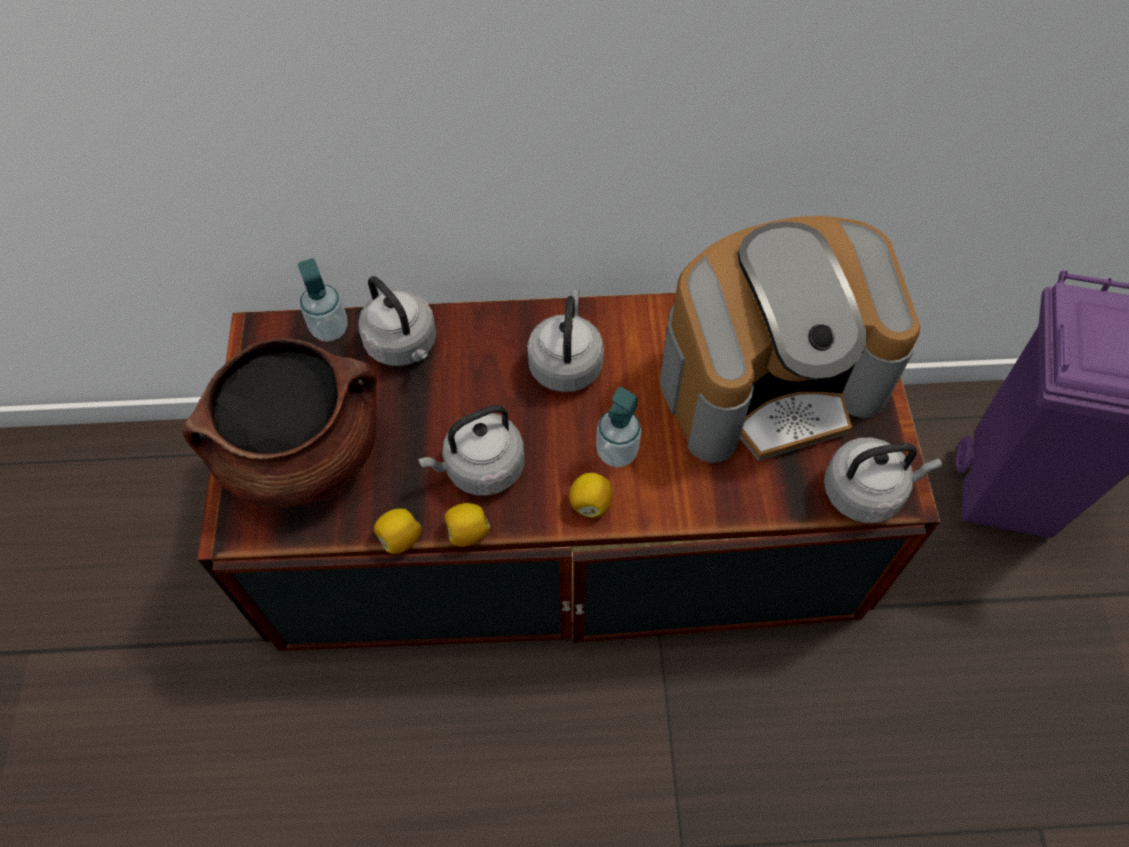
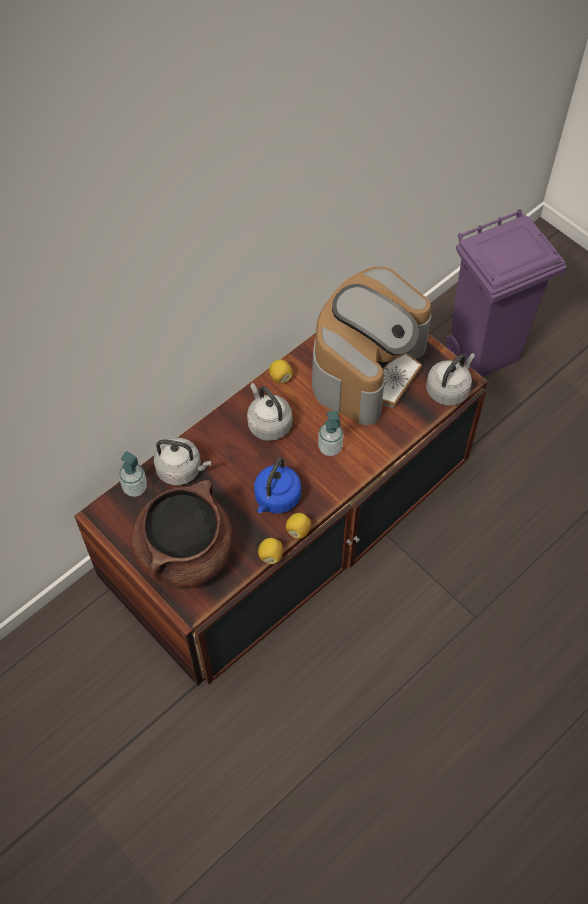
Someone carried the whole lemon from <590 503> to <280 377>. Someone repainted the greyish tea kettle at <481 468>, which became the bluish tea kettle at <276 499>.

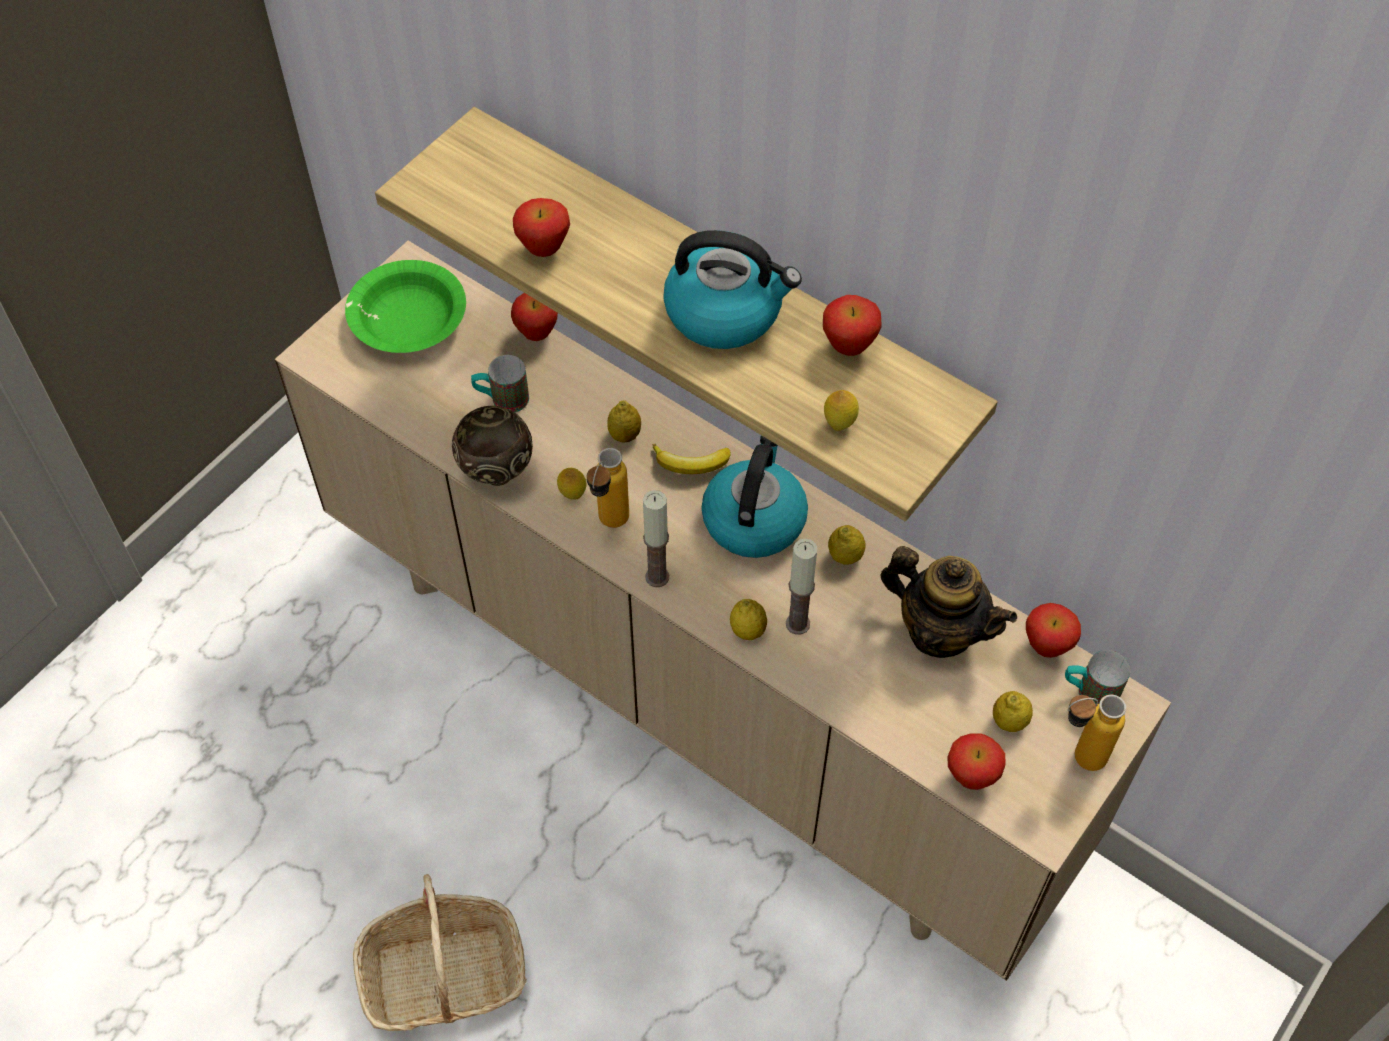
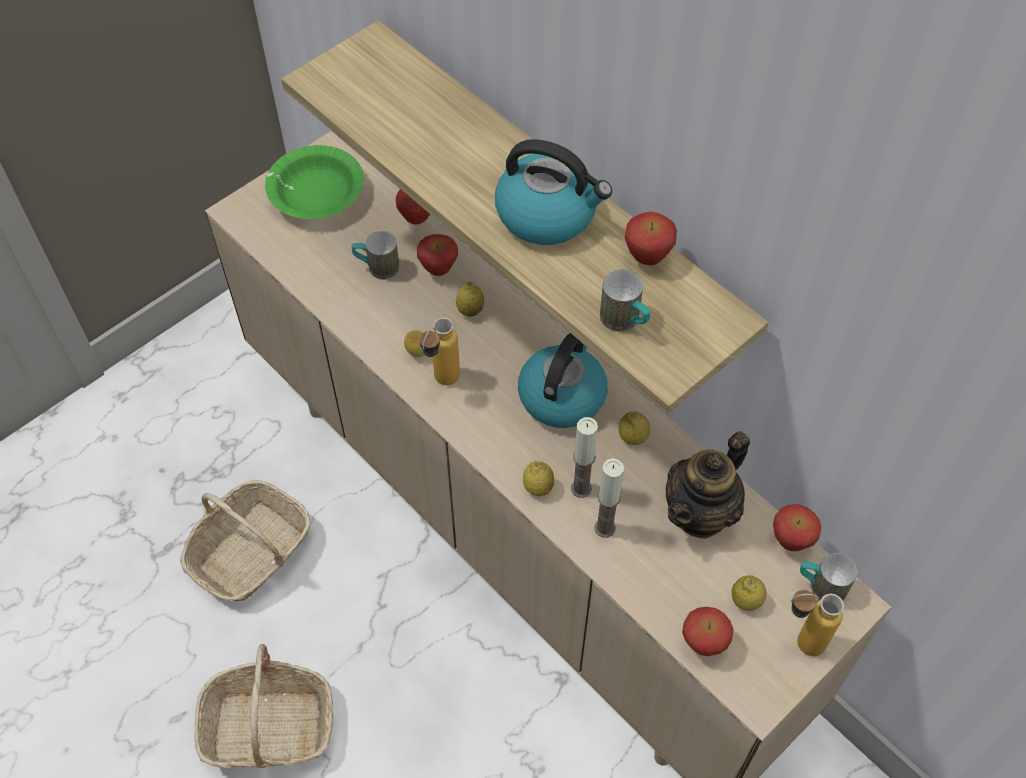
Someone took away the brown-coloured serving bowl at <495 472>. Someone took away the whole banana at <691 464>. Someone put down the household basket at <251 552>. Someone carried the apple fruit from <544 249> to <438 270>. Someone carried the candle from <657 577> to <604 528>. Someone swapped the whole lemon at <839 424> for the mug at <625 322>. Someone rotated the tea pot at <940 630> by 90 degrees clockwise.

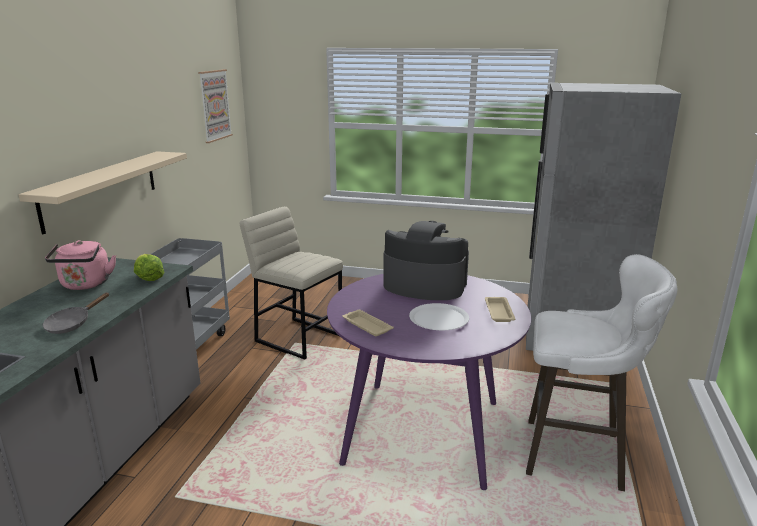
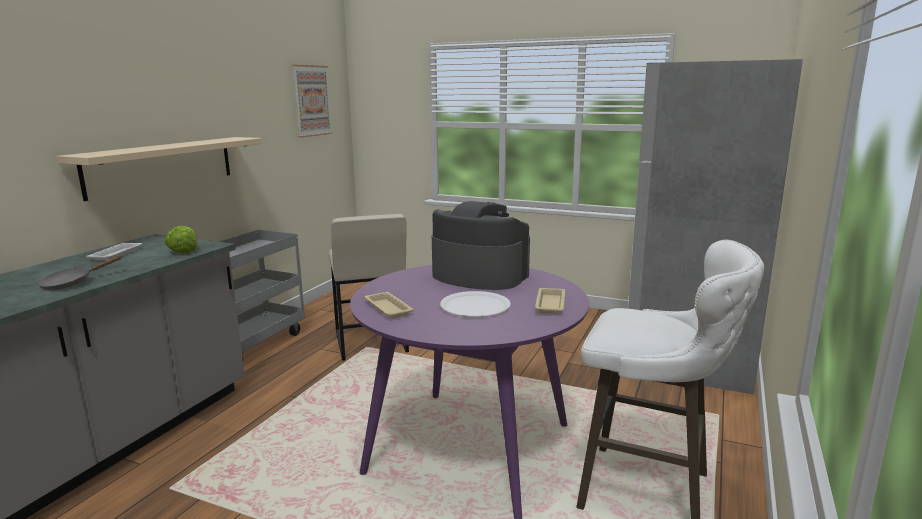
Someone swapped the pinkish tea kettle at <85 285> for the white-coloured serving tray at <117 254>. Someone rotated the beige-coloured upright chair at <297 337> by 150 degrees counterclockwise.

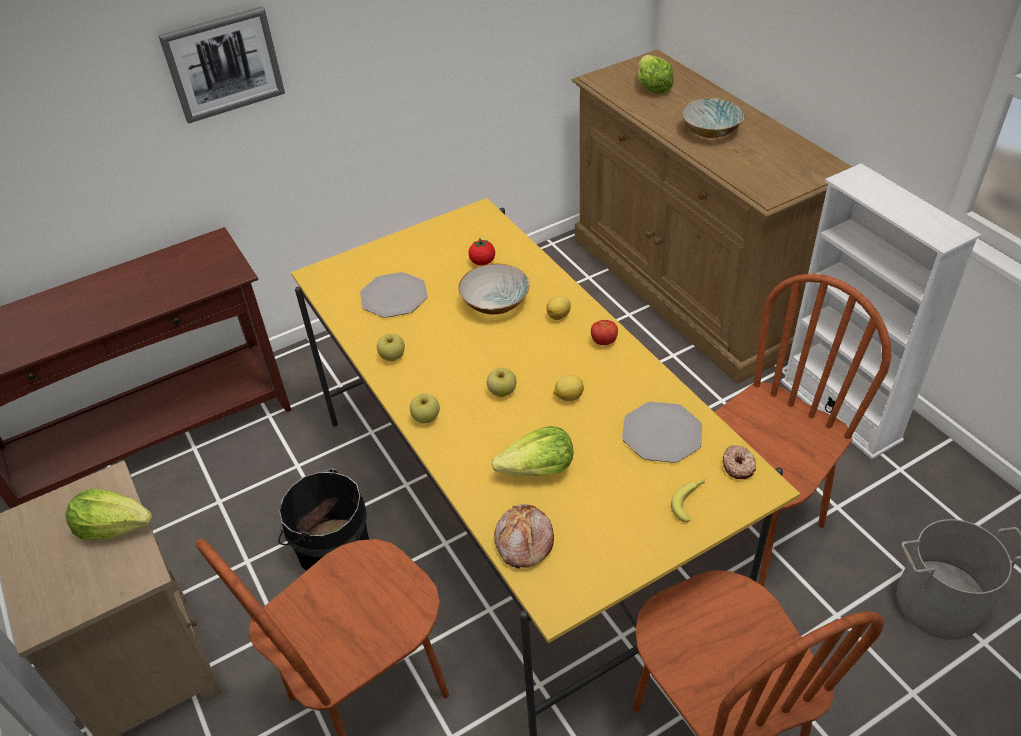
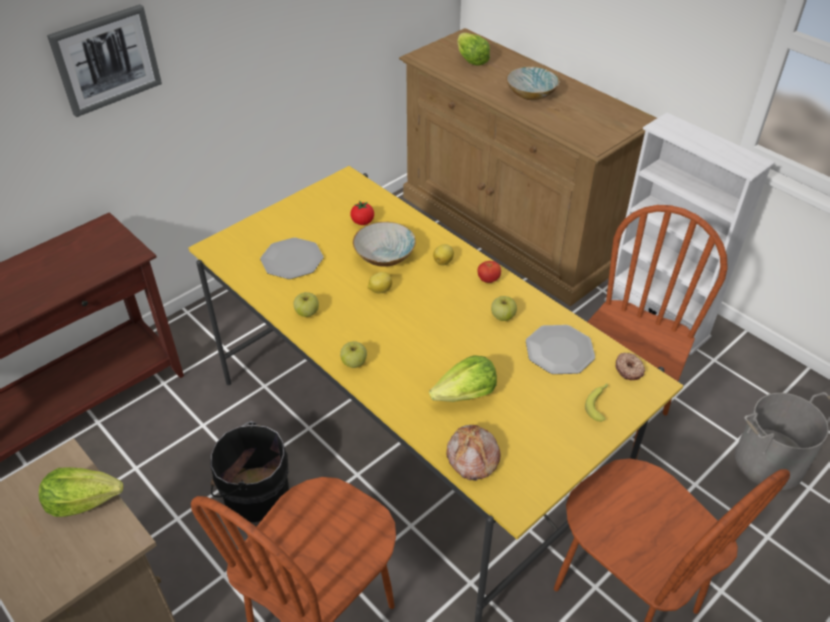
Someone carried the apple fruit from <502 391> to <502 316>. Someone carried the whole lemon from <568 396> to <380 290>.

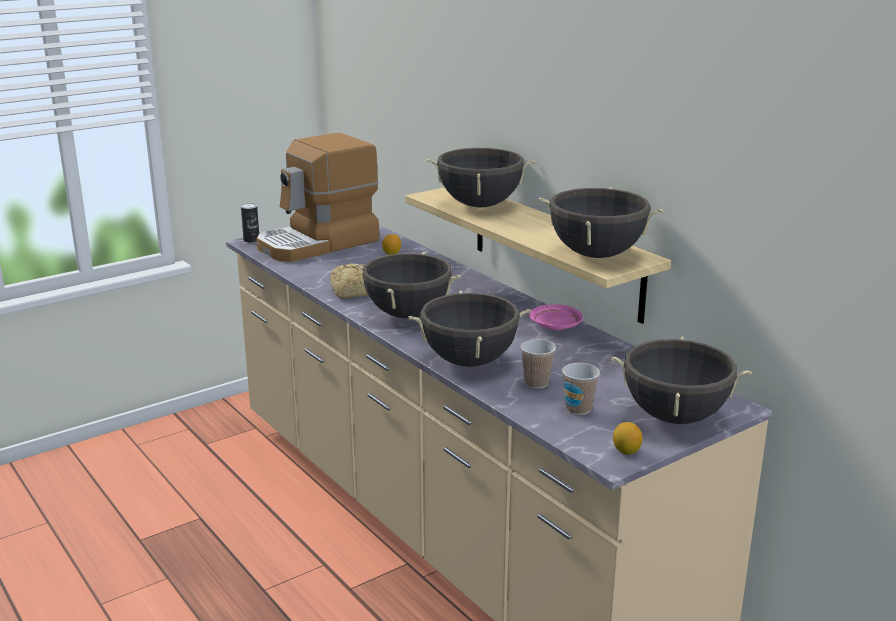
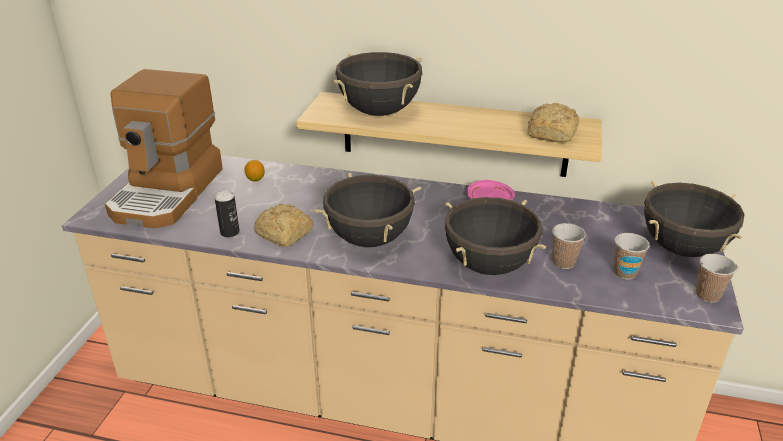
Someone carried the sealed can from <251 240> to <230 232>. Someone swapped the blackish saucepot at <597 255> for the bakery bread at <553 133>. Someone swapped the whole lemon at <626 451> for the small cup at <707 295>.

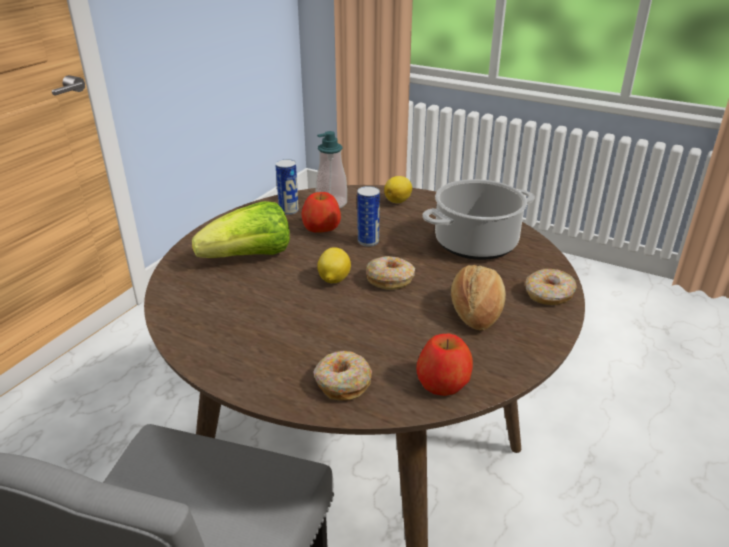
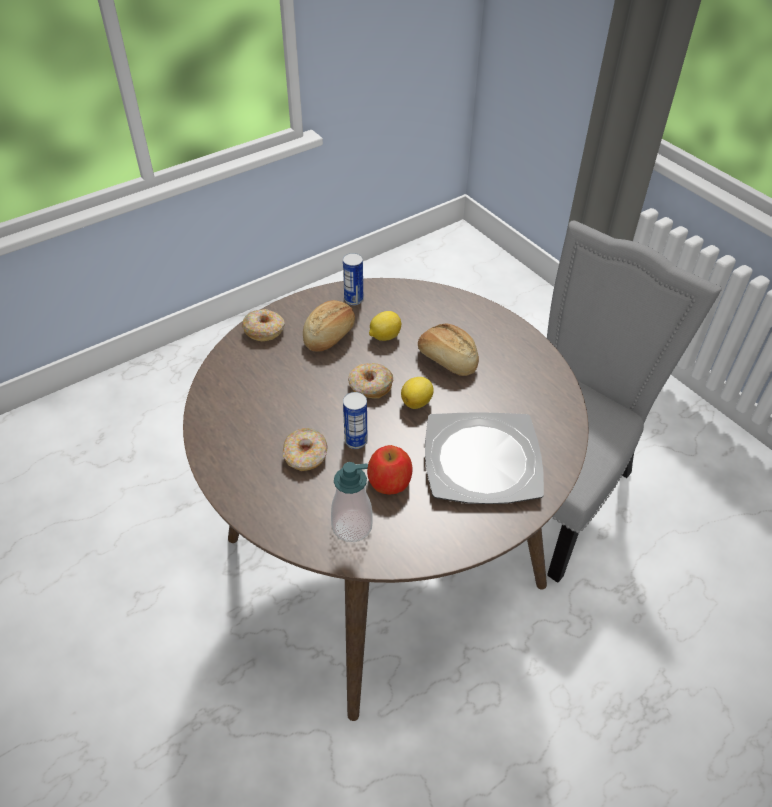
Someone took away the apple fruit at <443 383>. Someone took away the saucepot at <475 244>. Someone put down the bakery bread at <447 360>. Someone carried the sealed can from <288 210> to <353 299>. Someone carried the ring doughnut from <342 383> to <306 455>. Someone carried the whole lemon from <398 201> to <384 336>. Someone swapped the lettuce head at <250 257> for the flat dish at <481 459>.

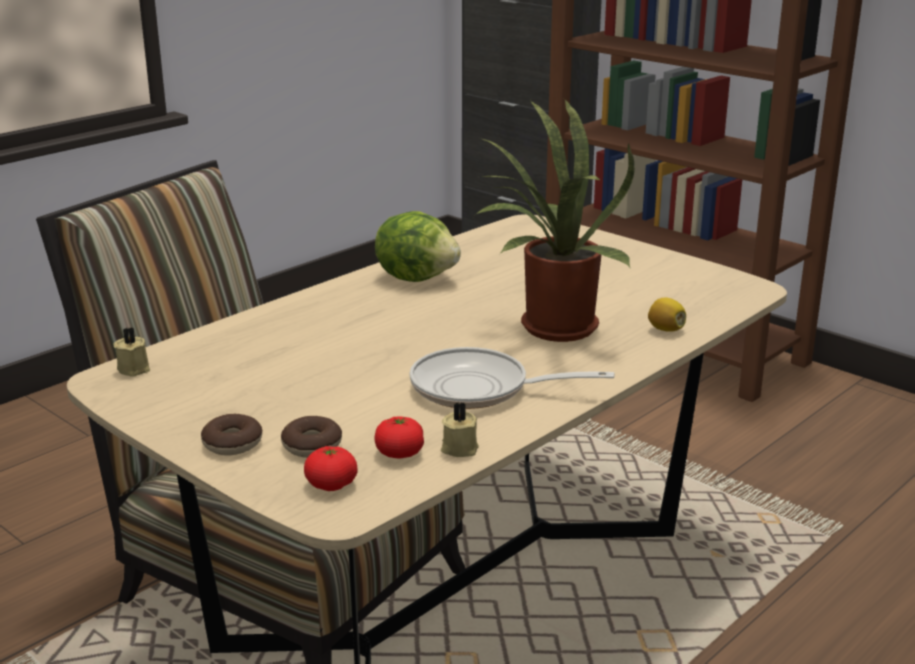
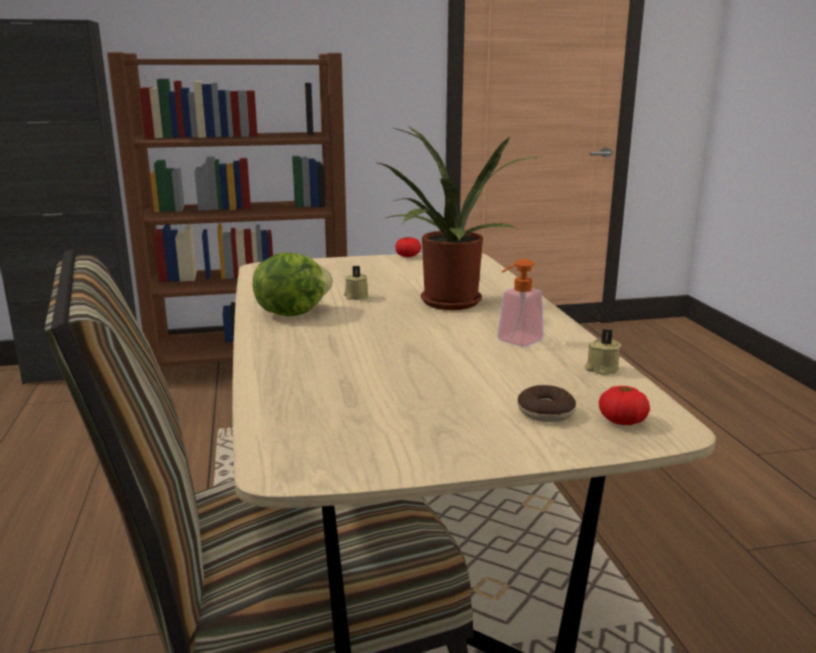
Someone took away the ring doughnut at <232 443>. Someone took away the whole lemon at <666 329>. Someone carried the beige-coloured candle from <134 368> to <356 297>. Someone carried the whole tomato from <399 453> to <408 256>. Someone swapped the pan at <480 389> for the soap bottle at <515 342>.

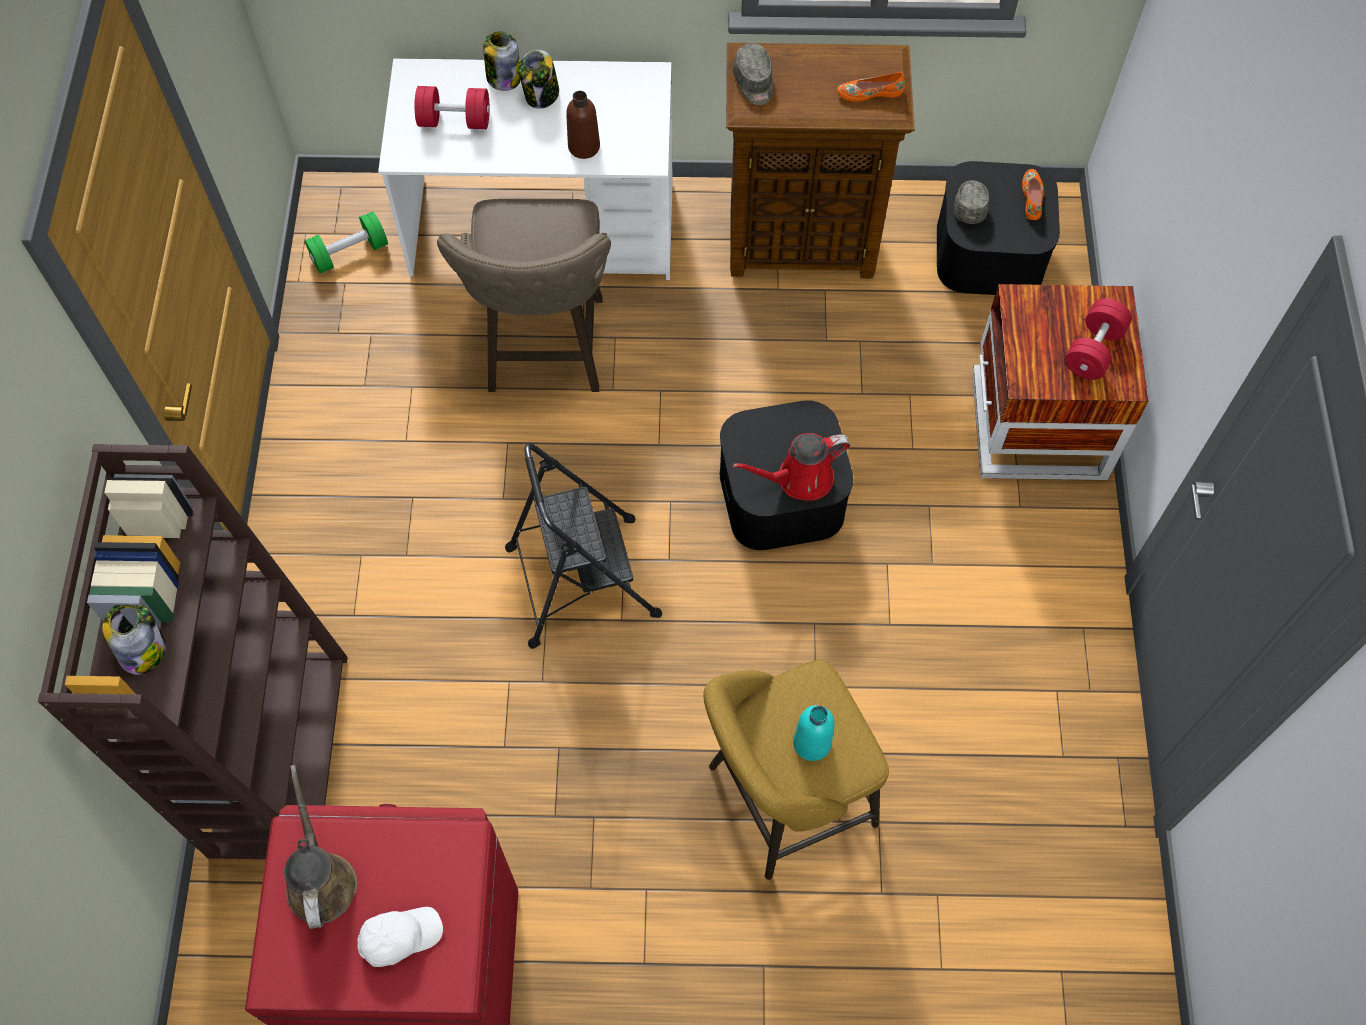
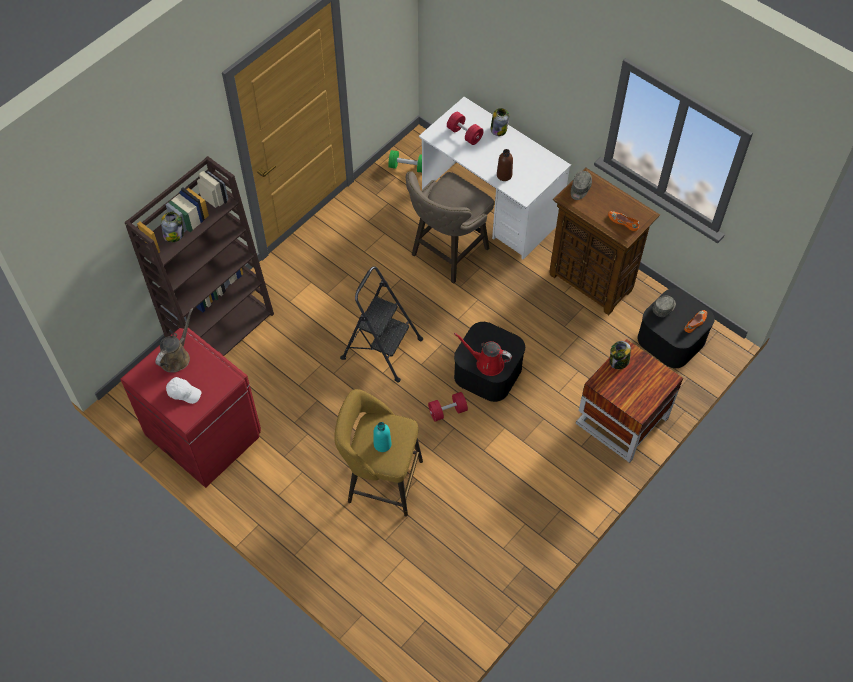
Someone carried the jar from <541 95> to <618 361>. Someone carried the red dumbbell from <1093 350> to <447 411>.

